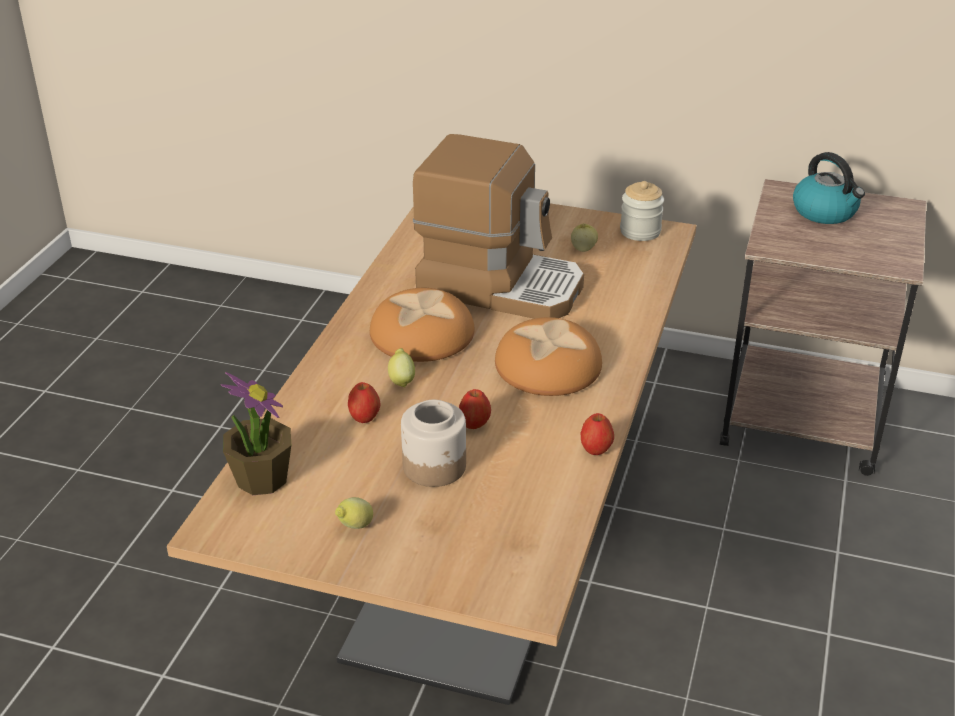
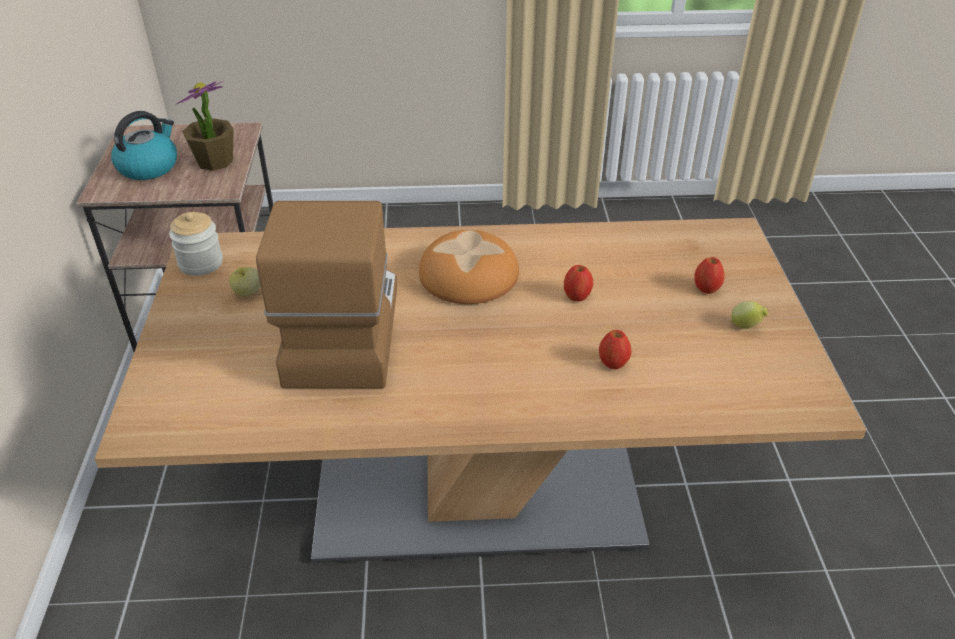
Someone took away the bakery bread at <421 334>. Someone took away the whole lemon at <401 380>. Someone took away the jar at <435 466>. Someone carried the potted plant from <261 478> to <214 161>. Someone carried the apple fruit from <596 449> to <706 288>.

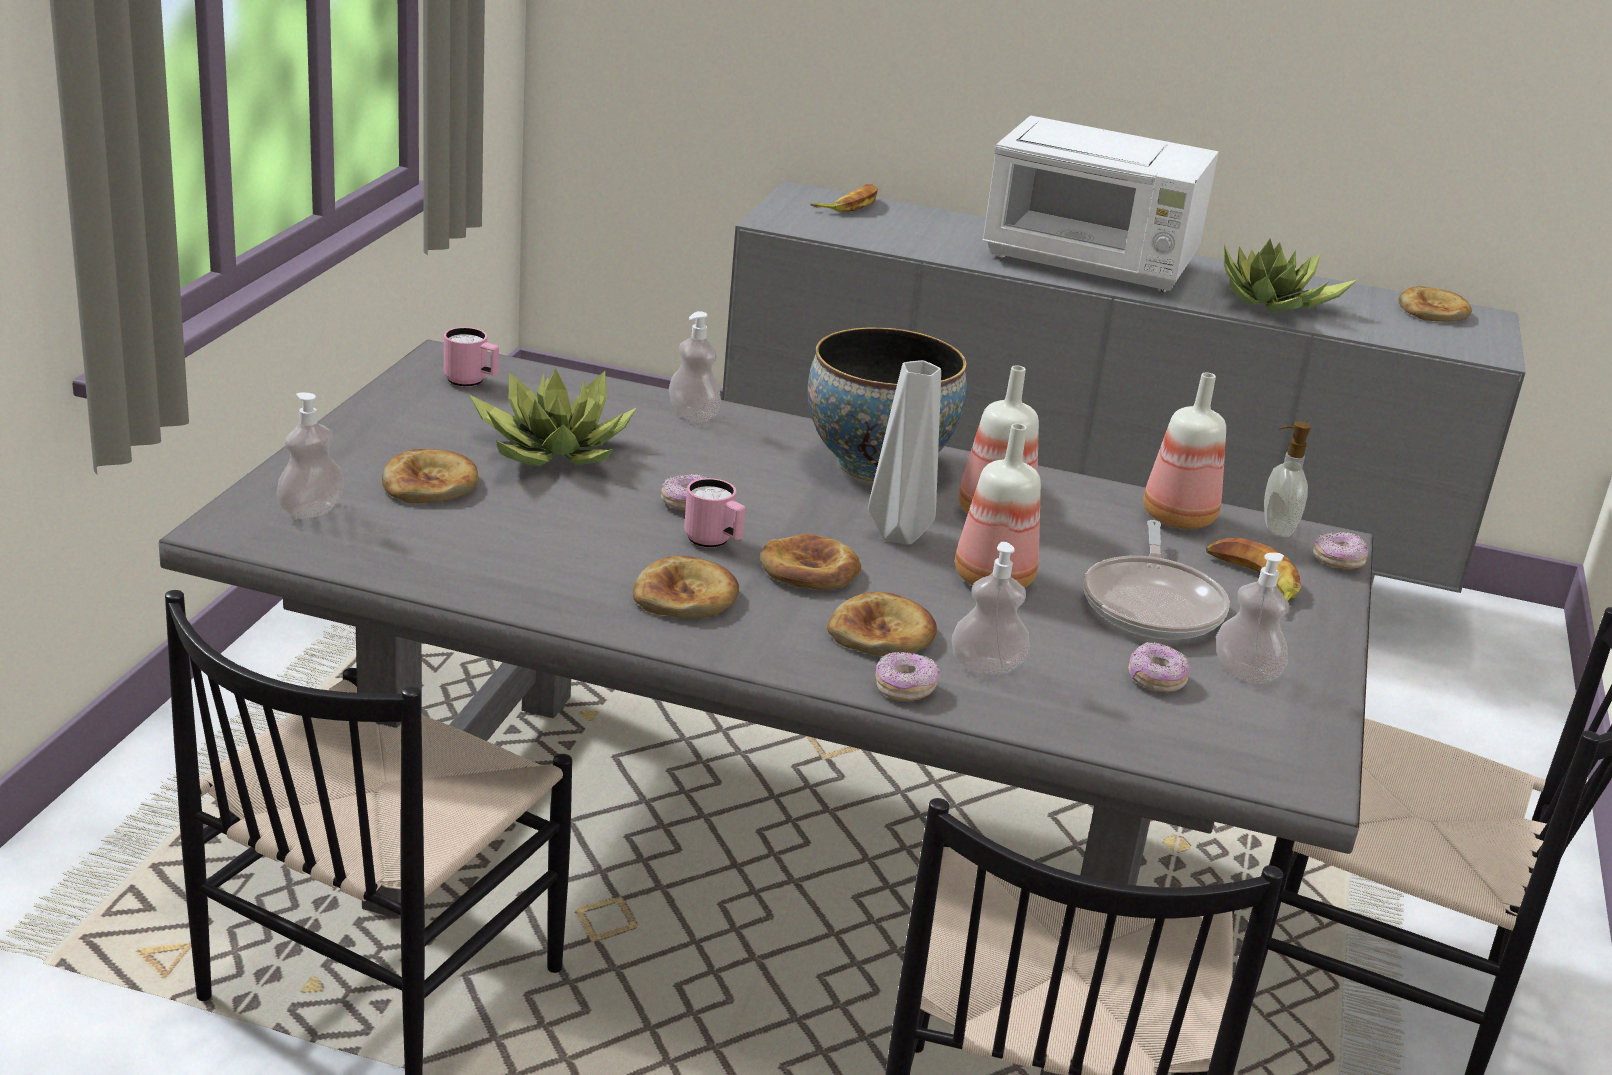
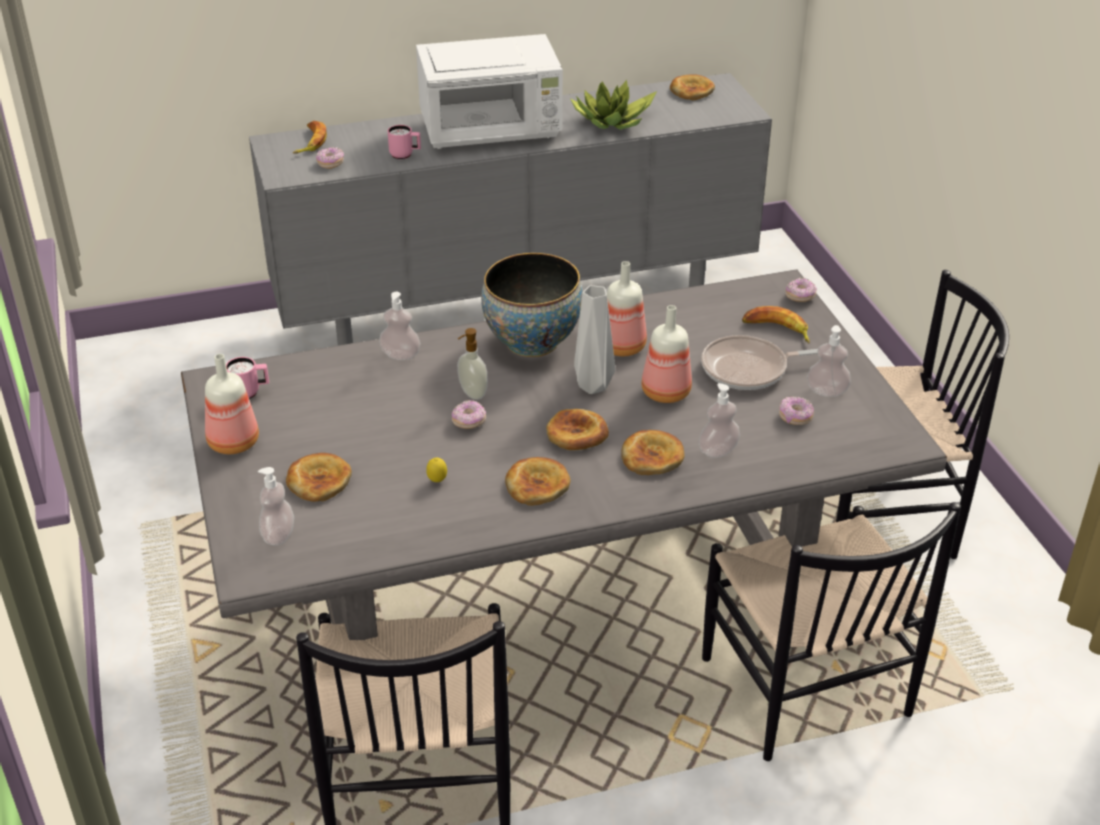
Someone took away the potted plant at <550 451>. Someone put down the whole lemon at <437 481>. Someone carried the pinkish mug from <714 542> to <405 155>. Someone carried the ring doughnut from <905 689> to <330 163>. Someone carried the drink bottle from <1176 517> to <232 442>. Someone carried the soap bottle from <1275 529> to <472 393>. Someone rotated the pan at <1153 604> by 105 degrees clockwise.

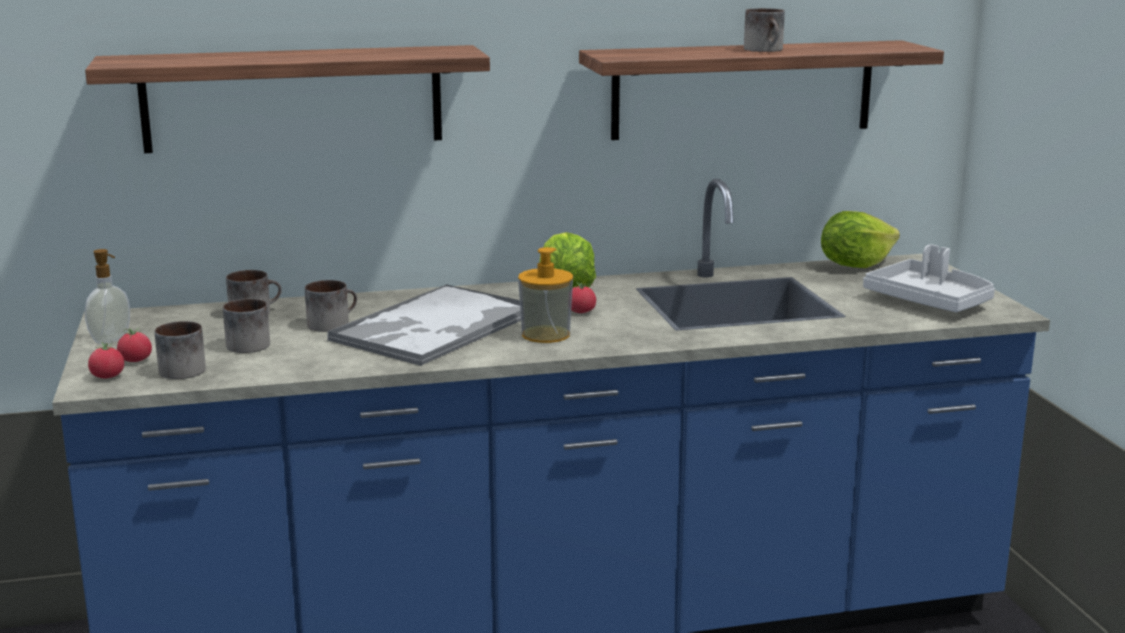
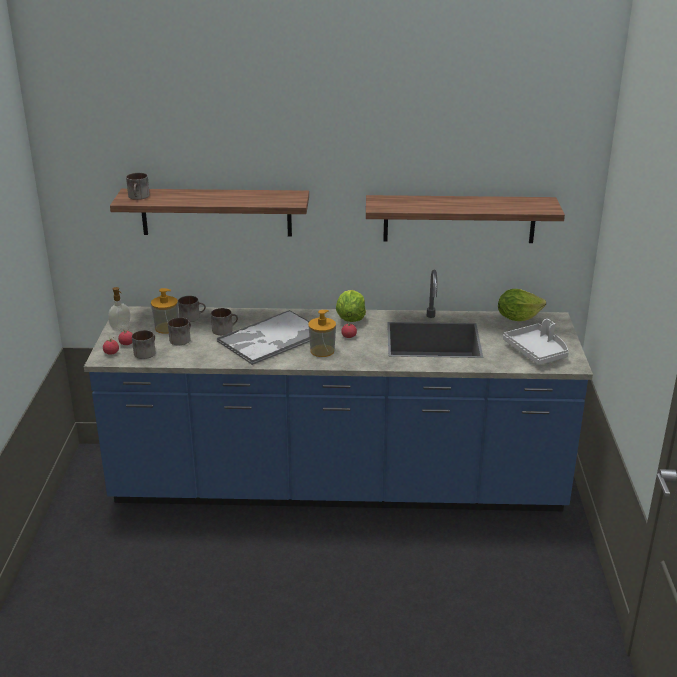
Someone put down the soap bottle at <166 328>. Someone carried the mug from <767 50> to <139 197>.

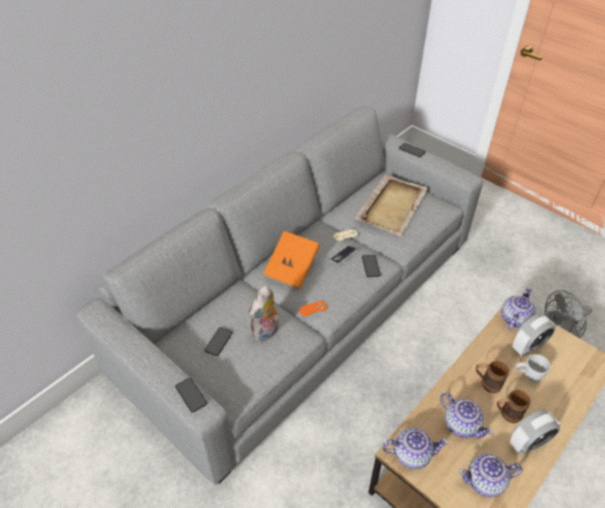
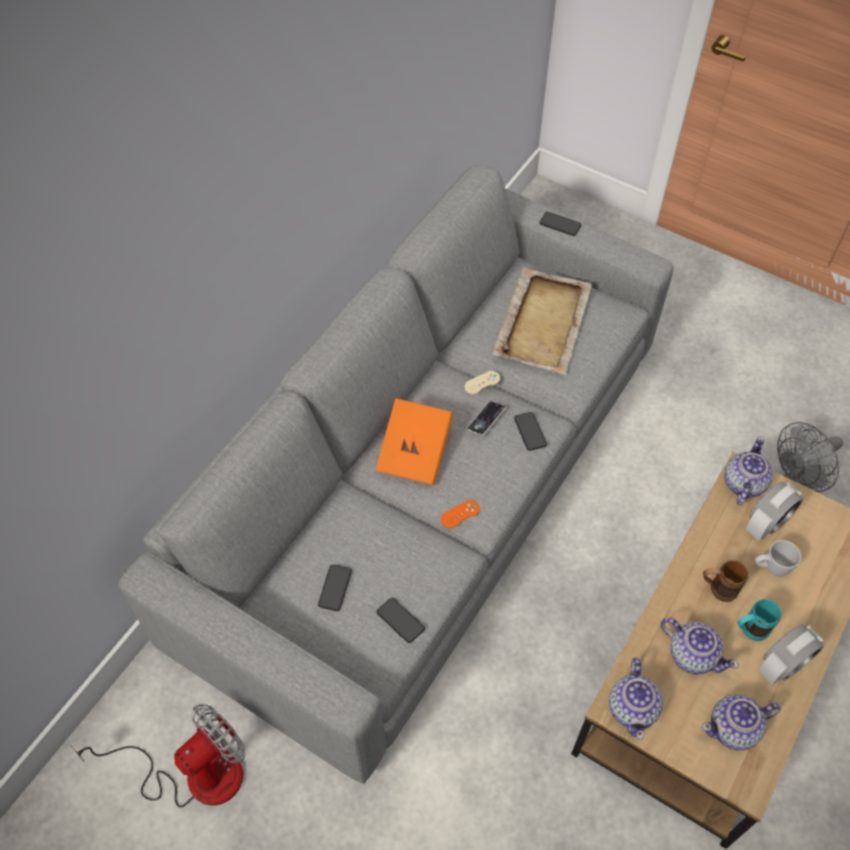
Someone took away the plush toy at <266 332>. Someone put down the electric fan at <194 774>. Someone carried the phone from <191 395> to <400 620>. Someone repainted the brown-coloured mug at <506 415>, which became the blue-green mug at <748 630>. Someone rotated the tea pot at <411 454> by 105 degrees clockwise.

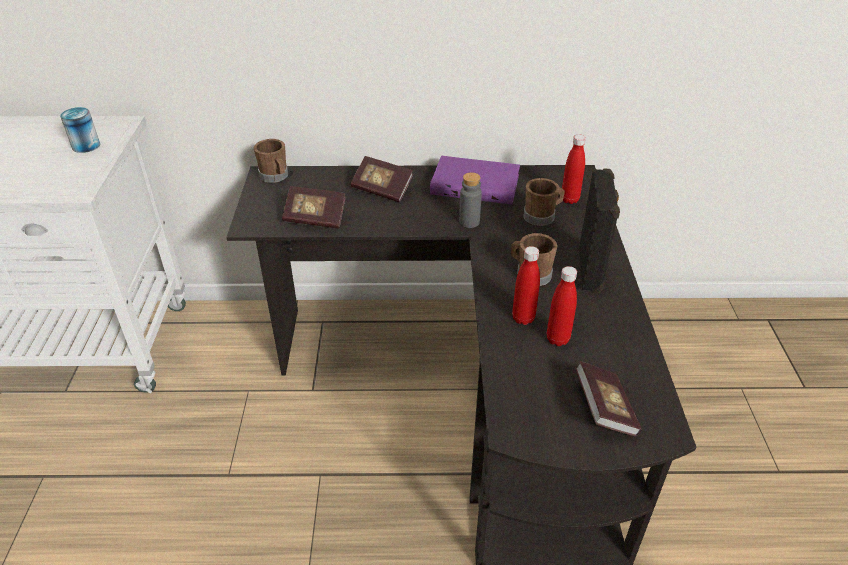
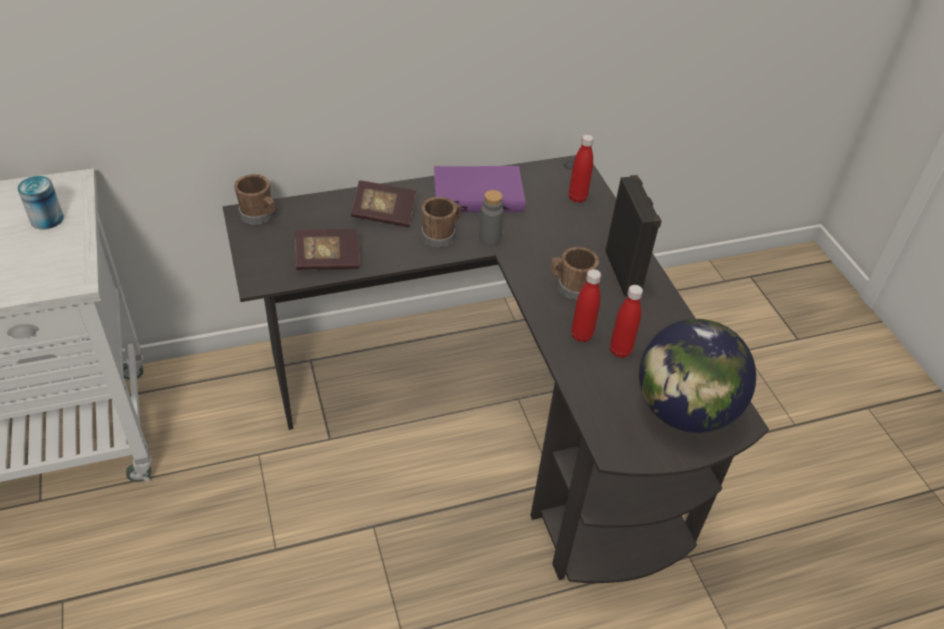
Someone carried the brown-coloured mug from <542 216> to <441 235>. Someone swapped the volume at <604 409> for the globe at <684 411>.

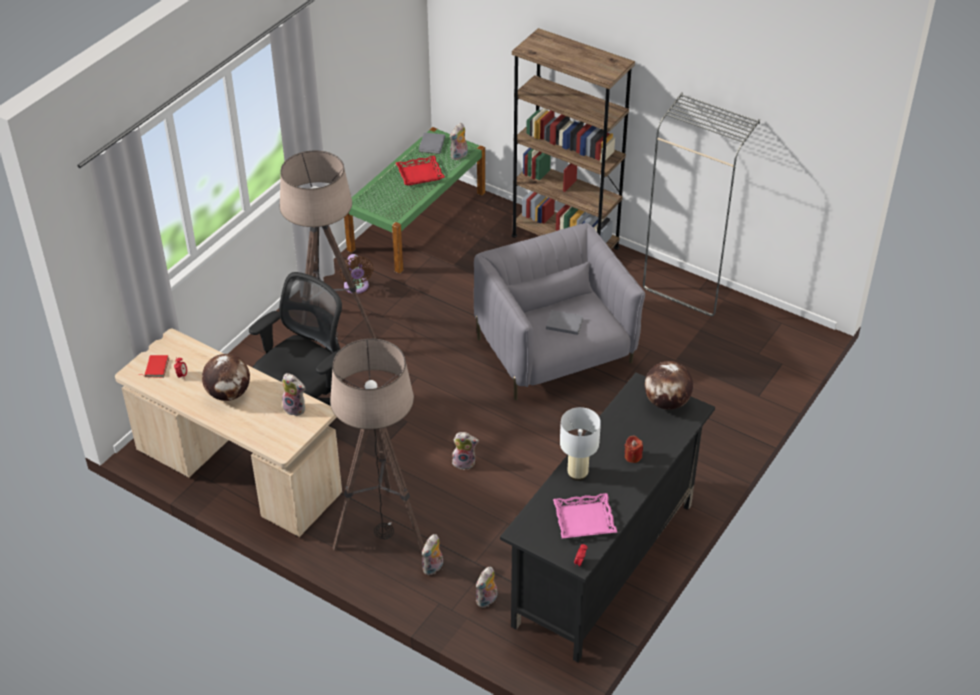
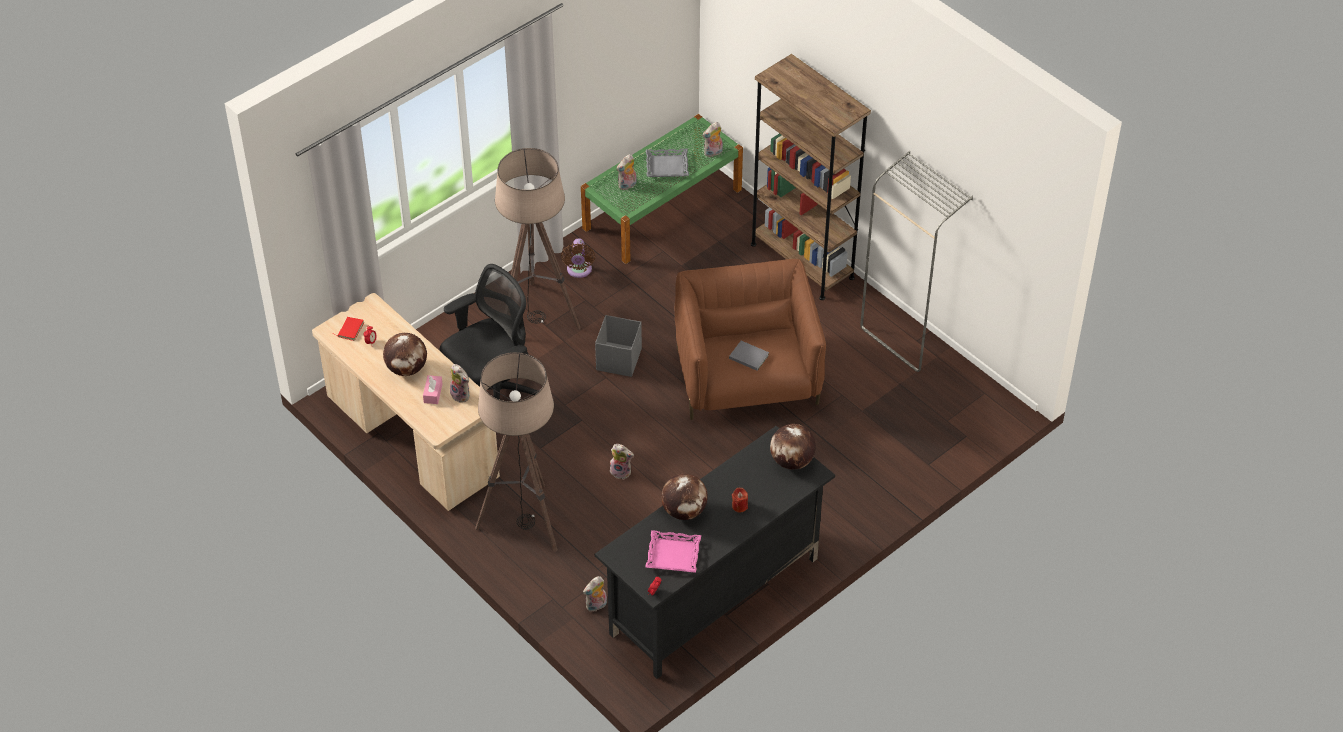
Someone took away the greyish volume at <431 145>. Someone put down the pinkish tissue holder at <433 393>. Someone put down the greyish storage bin at <619 359>. Someone carried the plush toy from <433 568> to <627 186>. Someone swapped the white-coloured table lamp at <578 473> for the globe at <684 511>. Someone repainted the red serving tray at <420 174>, which became the greyish serving tray at <667 166>. Someone repainted the greyish easy chair at <554 352>, which became the brown-coloured easy chair at <747 378>.

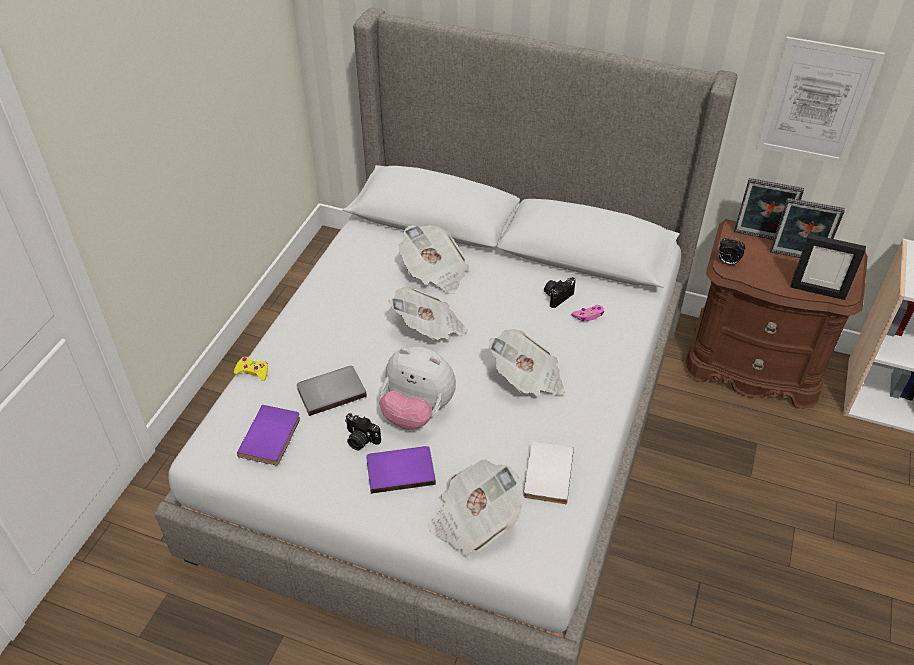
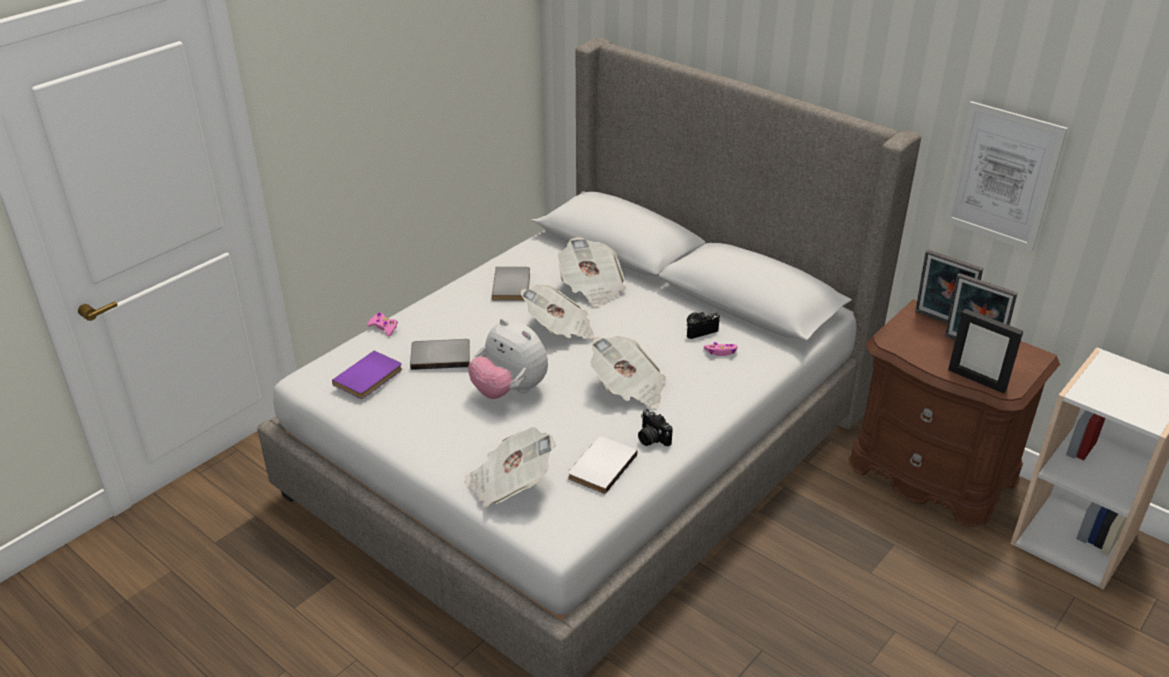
Someone took away the purple volume at <400 469>. Someone took away the alarm clock at <727 262>. Someone put down the greyish volume at <513 286>. Someone carried the still camera from <360 440> to <651 438>. Someone repainted the yellow joypad at <252 371>, which became the pinkish joypad at <383 328>.

